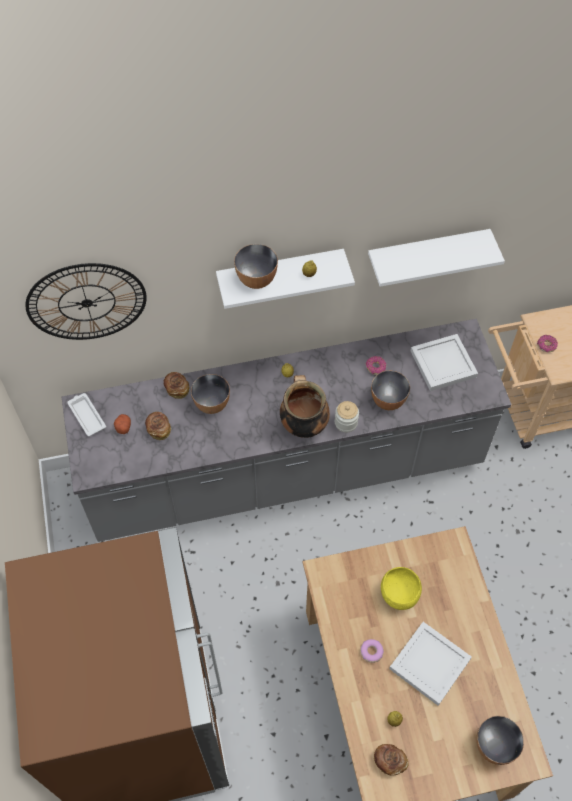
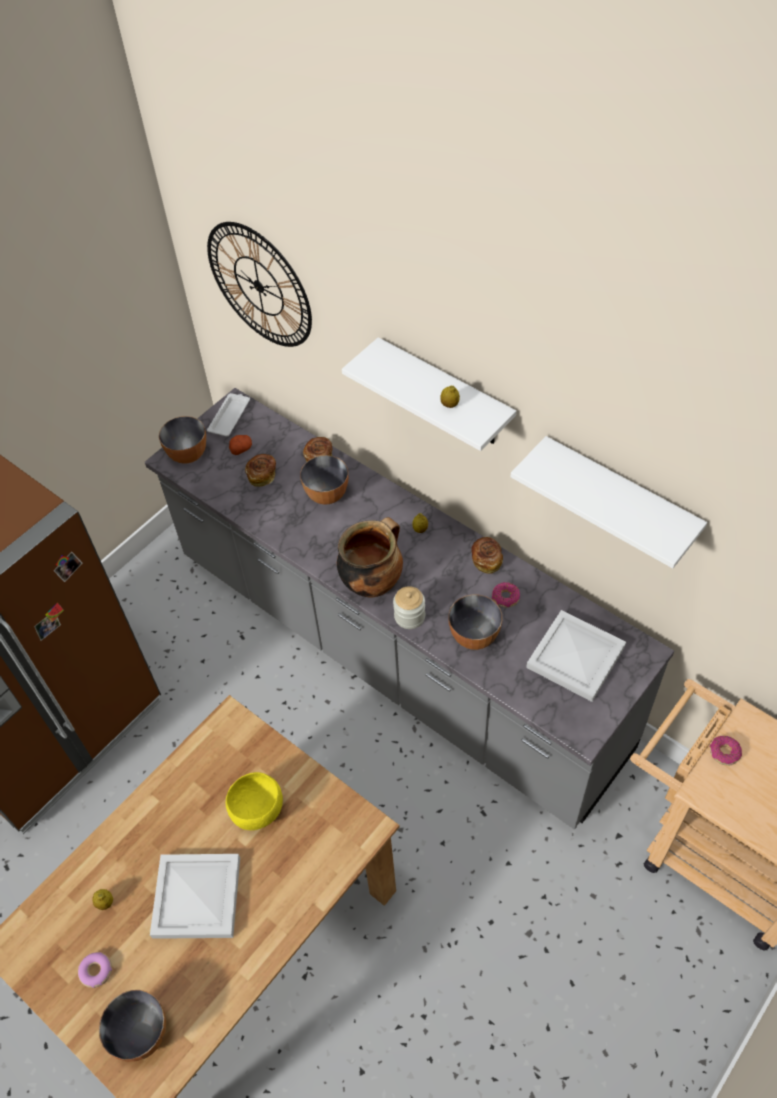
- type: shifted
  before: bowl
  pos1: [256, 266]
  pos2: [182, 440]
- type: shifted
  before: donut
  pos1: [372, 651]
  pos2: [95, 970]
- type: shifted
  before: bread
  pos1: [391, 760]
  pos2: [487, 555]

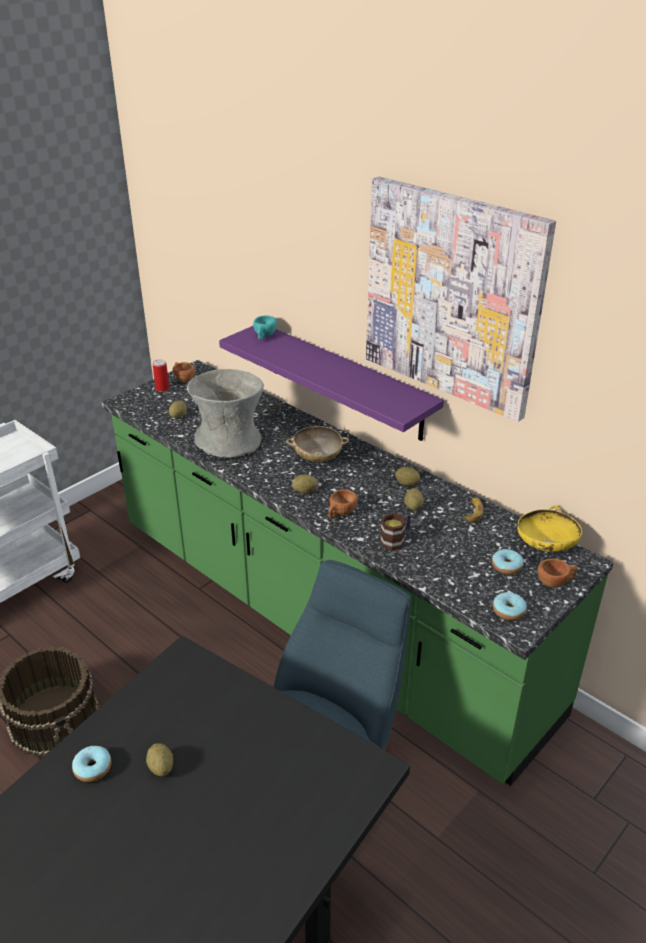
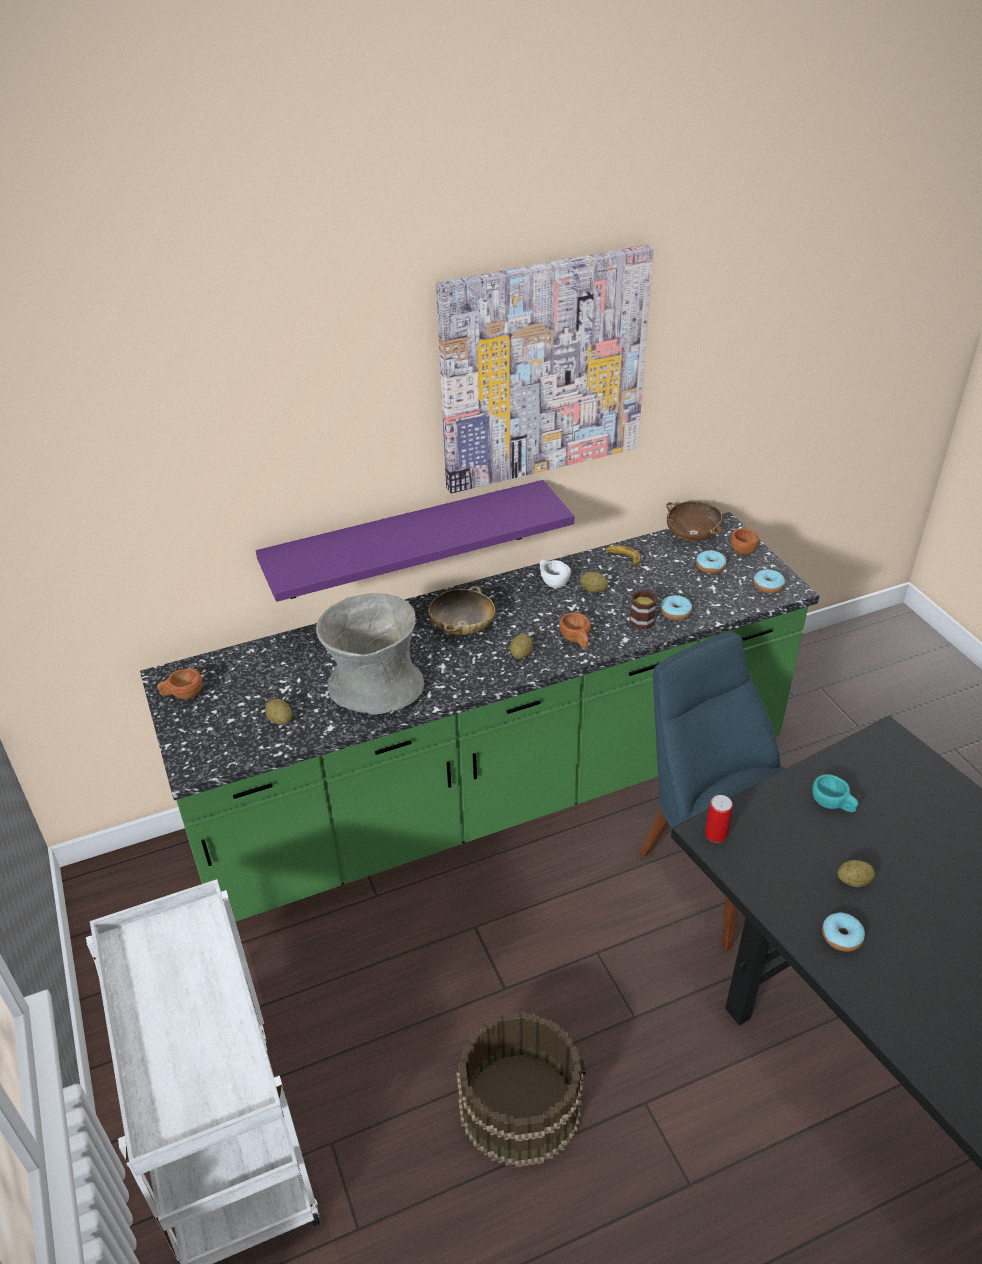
- type: shifted
  before: cup (turquoise)
  pos1: [265, 328]
  pos2: [835, 793]
- type: shifted
  before: can
  pos1: [161, 376]
  pos2: [719, 819]
- type: swapped
  before: potato
  after: cup (white)
  pos1: [407, 476]
  pos2: [555, 574]
- type: repainted
  before: bowl (yellow)
  after: bowl (brown)
  pos1: [549, 528]
  pos2: [694, 521]
- type: new
  after: donut
  pos2: [676, 607]

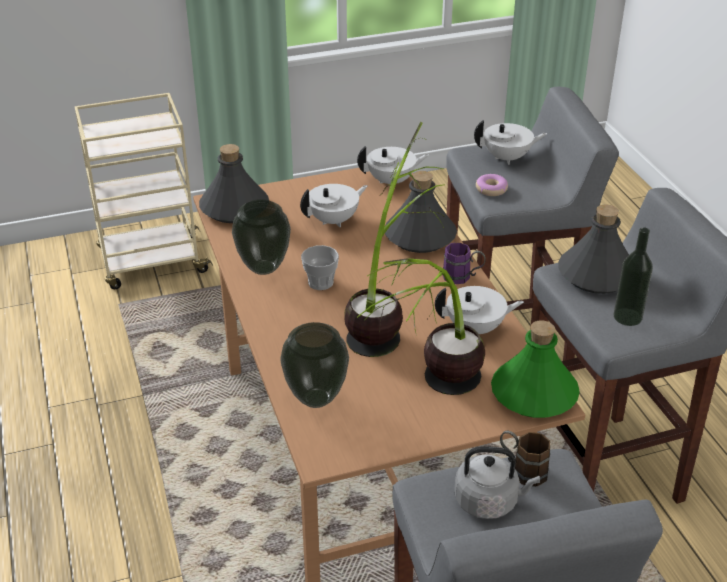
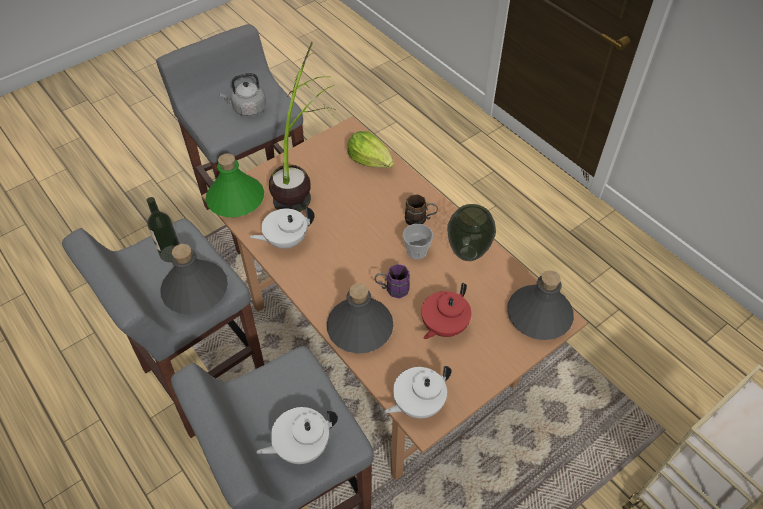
- type: gone
  before: potted plant
  pos1: [394, 239]
- type: gone
  before: donut
  pos1: [492, 185]
- type: repainted
  before: teapot (white)
  after: teapot (red)
  pos1: [333, 205]
  pos2: [446, 311]
- type: shifted
  before: mug (purple)
  pos1: [464, 263]
  pos2: [392, 281]
- type: swapped
  before: vase
  after: lettuce
  pos1: [314, 365]
  pos2: [370, 149]
- type: shifted
  before: mug (brown)
  pos1: [525, 459]
  pos2: [421, 209]

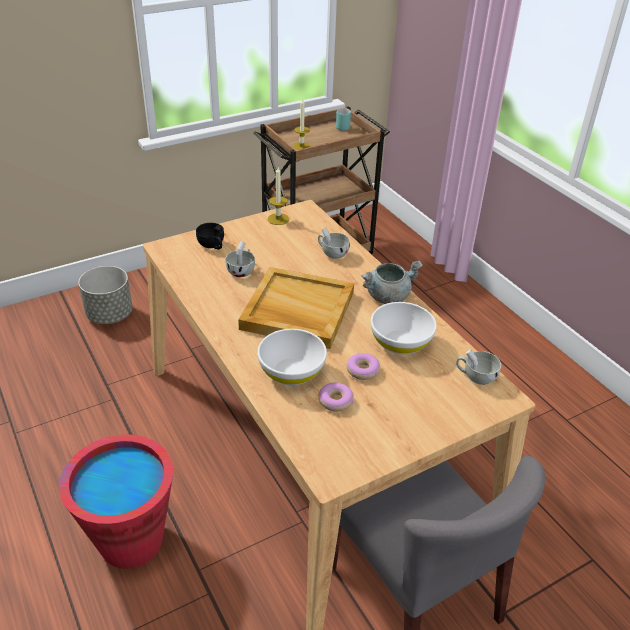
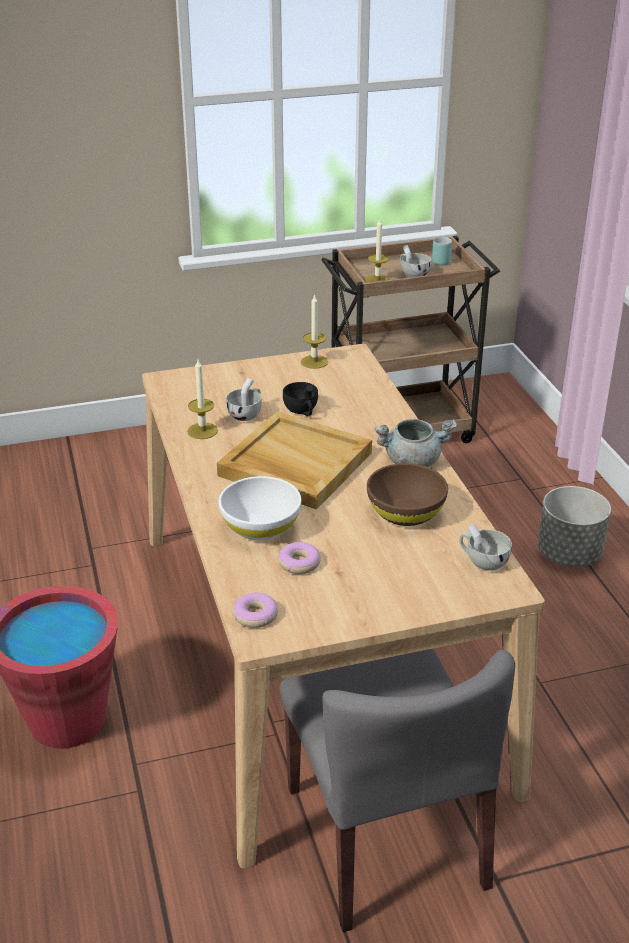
- type: shifted
  before: cup (black)
  pos1: [210, 236]
  pos2: [300, 399]
- type: shifted
  before: cup (white)
  pos1: [334, 243]
  pos2: [415, 261]
- type: shifted
  before: planter (grey)
  pos1: [106, 295]
  pos2: [574, 526]
- type: repainted
  before: bowl (white)
  after: bowl (brown)
  pos1: [404, 328]
  pos2: [407, 494]
- type: shifted
  before: donut
  pos1: [363, 366]
  pos2: [255, 610]
- type: new
  after: candle
  pos2: [202, 399]

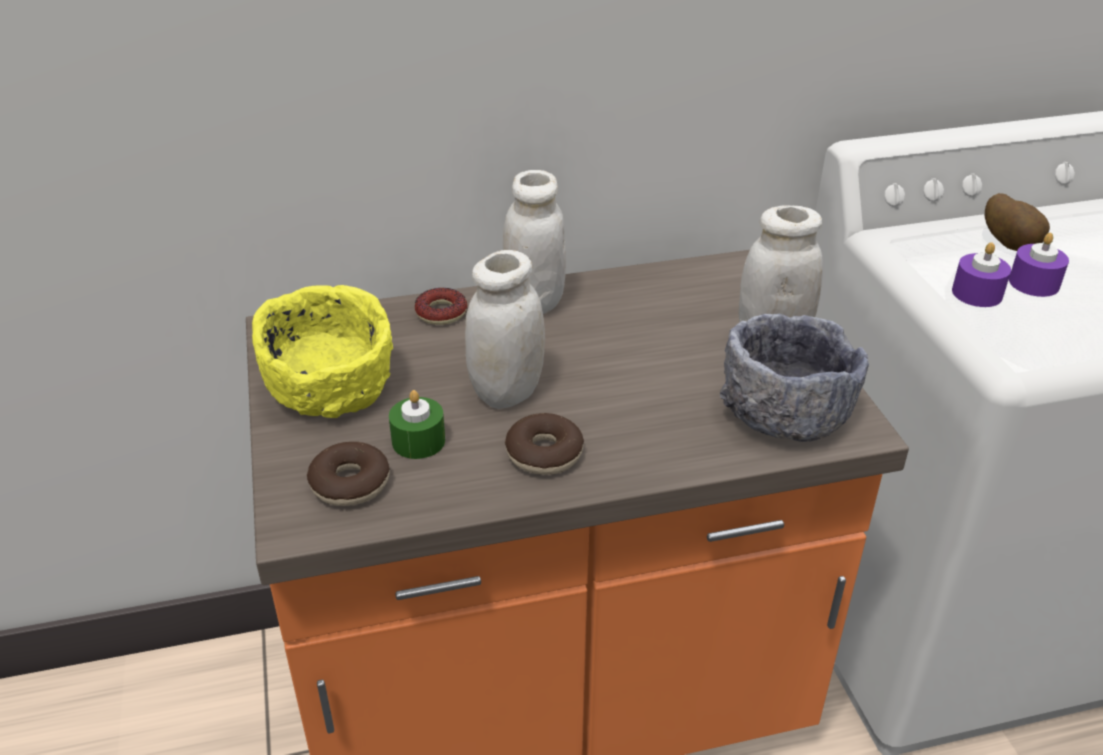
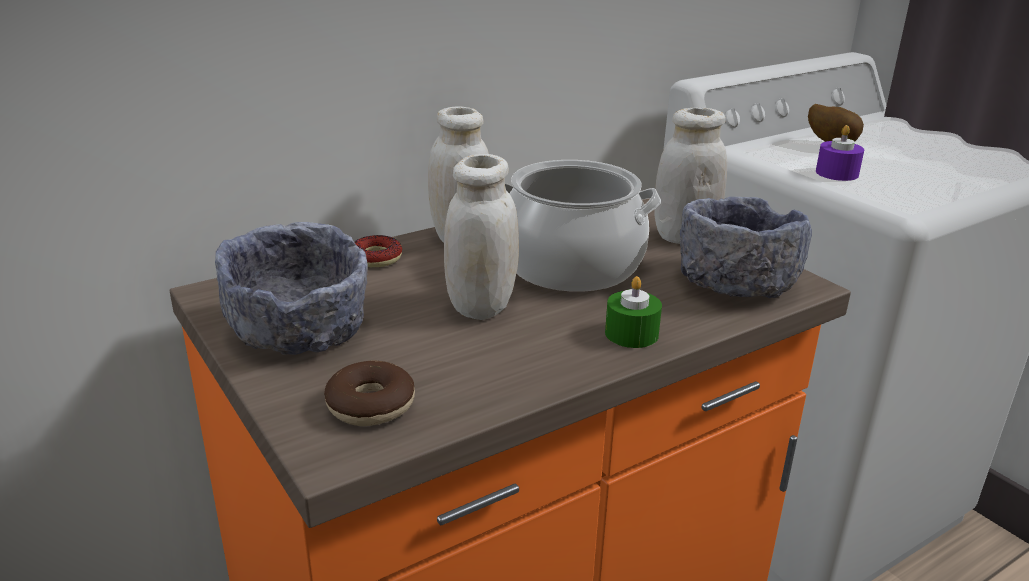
- type: gone
  before: candle (purple)
  pos1: [1039, 265]
- type: repainted
  before: bowl (yellow)
  after: bowl (grey)
  pos1: [322, 351]
  pos2: [291, 288]
- type: shifted
  before: candle (green)
  pos1: [417, 424]
  pos2: [633, 312]
- type: gone
  before: donut
  pos1: [544, 444]
- type: new
  after: cooking pot
  pos2: [583, 226]

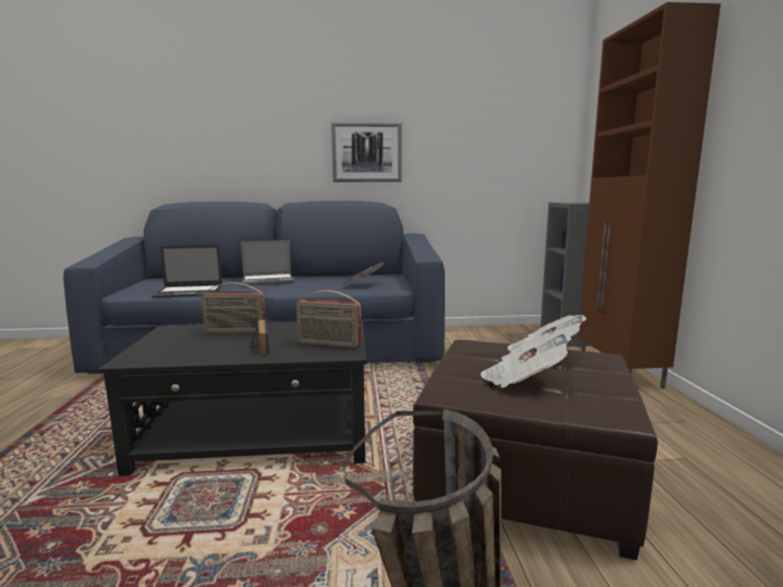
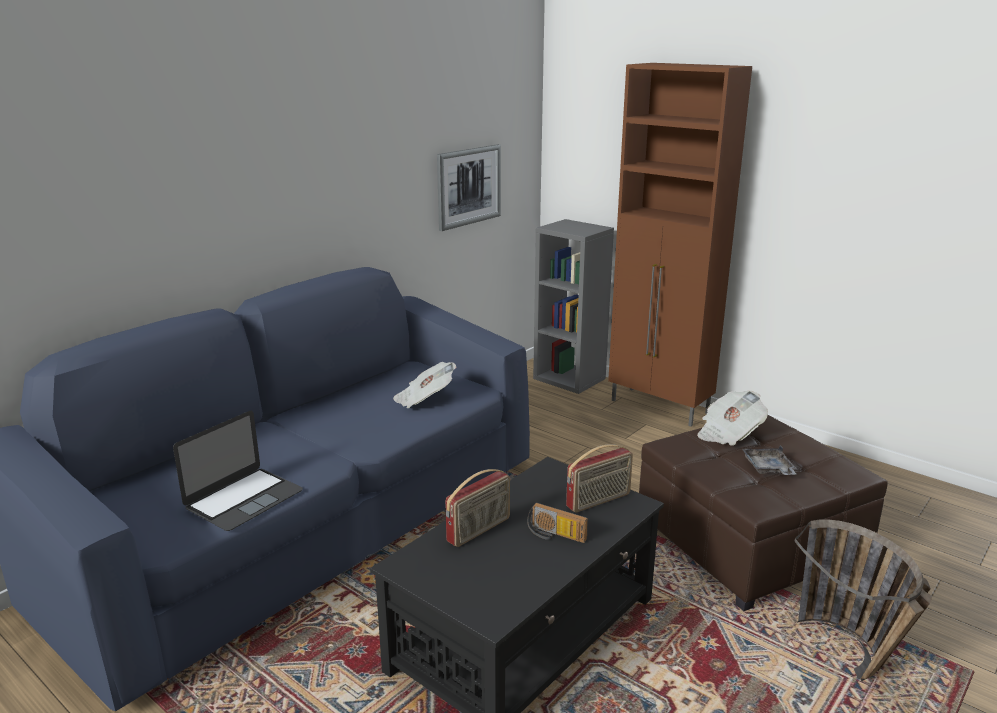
- type: shifted
  before: picture
  pos1: [366, 152]
  pos2: [469, 187]
- type: gone
  before: laptop
  pos1: [267, 263]
- type: swapped
  before: newspaper
  after: tray (grey)
  pos1: [526, 360]
  pos2: [769, 460]

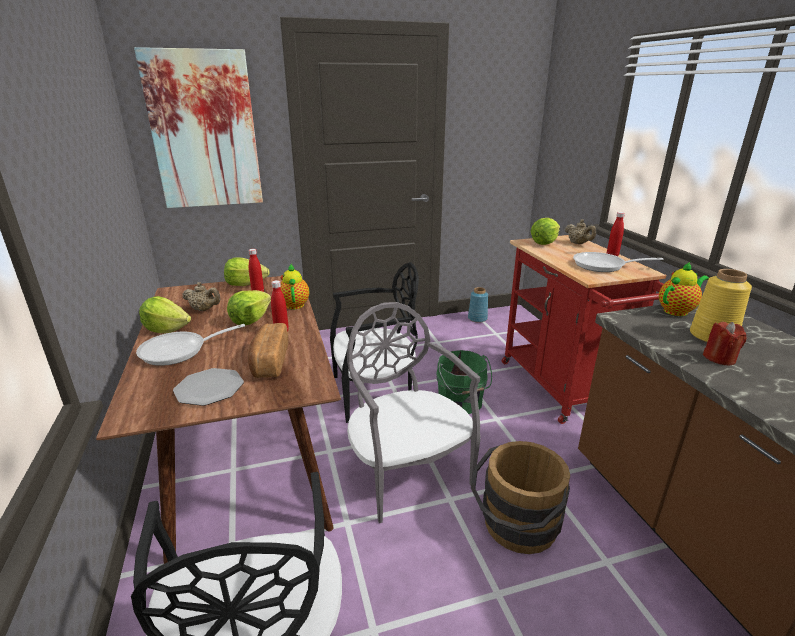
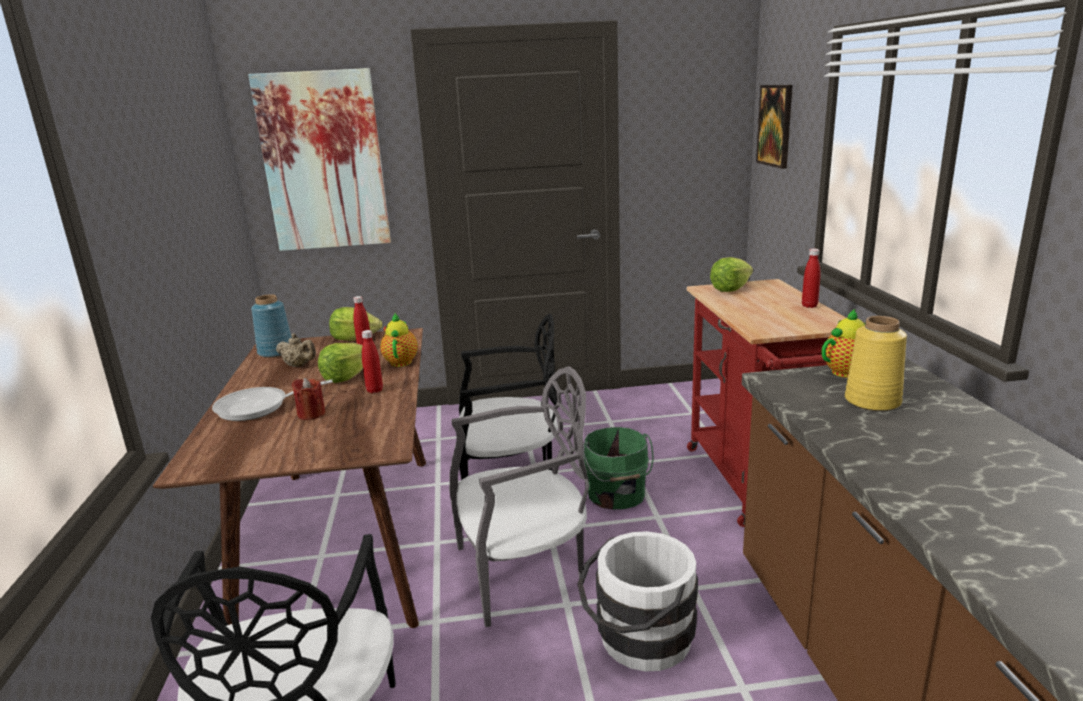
- type: gone
  before: teapot (beige)
  pos1: [580, 232]
- type: gone
  before: frying pan
  pos1: [618, 262]
- type: shifted
  before: vase (blue)
  pos1: [478, 305]
  pos2: [271, 326]
- type: gone
  before: lettuce
  pos1: [165, 314]
- type: rotated
  before: chair (grey)
  pos1: [414, 412]
  pos2: [519, 496]
  turn: 90
- type: shifted
  before: candle (red)
  pos1: [724, 343]
  pos2: [309, 399]
- type: gone
  before: bread
  pos1: [268, 350]
- type: gone
  before: plate
  pos1: [208, 387]
- type: repainted
  before: bucket (brown)
  after: bucket (white)
  pos1: [520, 497]
  pos2: [637, 601]
- type: new
  after: picture
  pos2: [774, 127]

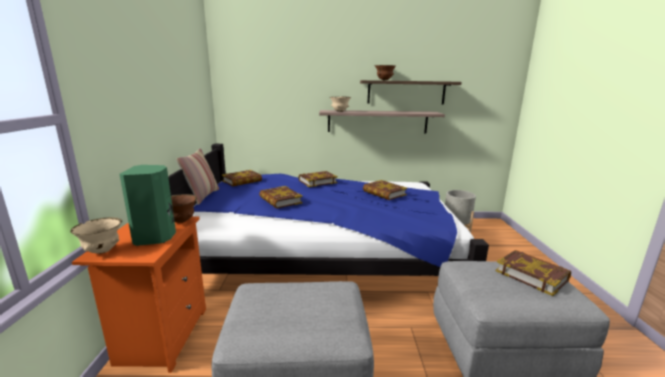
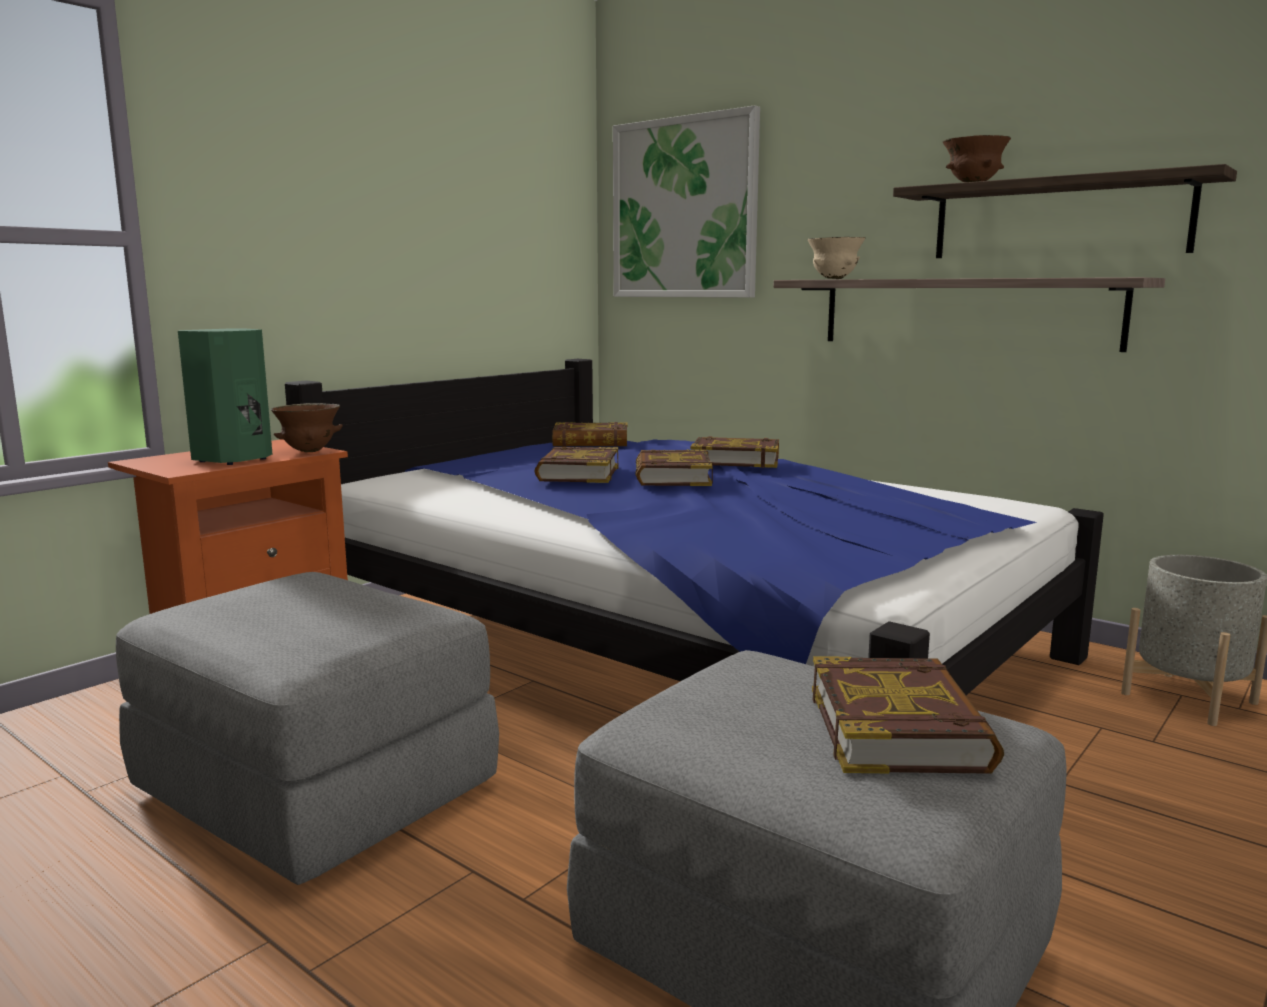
- type: gone
  before: pillow
  pos1: [197, 176]
- type: shifted
  before: book
  pos1: [385, 190]
  pos2: [674, 468]
- type: gone
  before: bowl (beige)
  pos1: [96, 235]
- type: new
  after: picture
  pos2: [686, 201]

